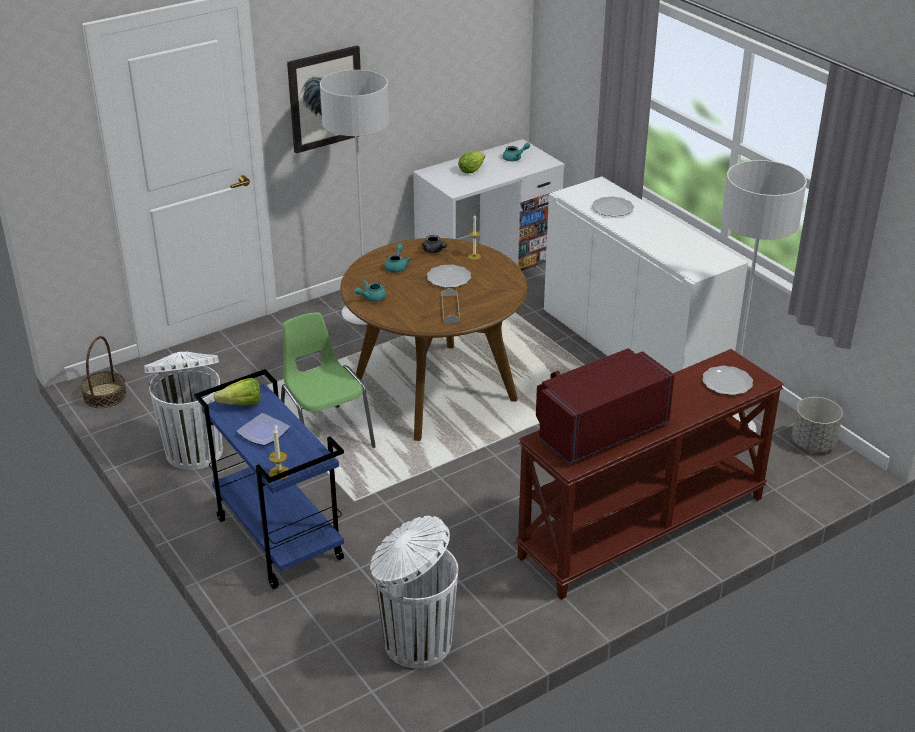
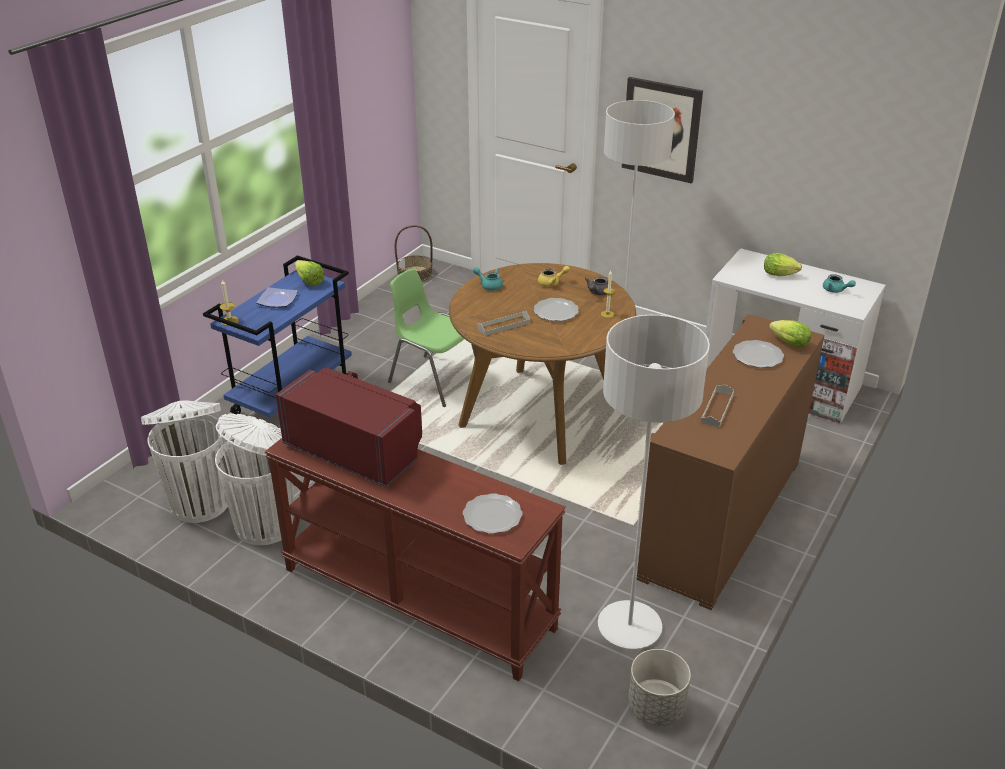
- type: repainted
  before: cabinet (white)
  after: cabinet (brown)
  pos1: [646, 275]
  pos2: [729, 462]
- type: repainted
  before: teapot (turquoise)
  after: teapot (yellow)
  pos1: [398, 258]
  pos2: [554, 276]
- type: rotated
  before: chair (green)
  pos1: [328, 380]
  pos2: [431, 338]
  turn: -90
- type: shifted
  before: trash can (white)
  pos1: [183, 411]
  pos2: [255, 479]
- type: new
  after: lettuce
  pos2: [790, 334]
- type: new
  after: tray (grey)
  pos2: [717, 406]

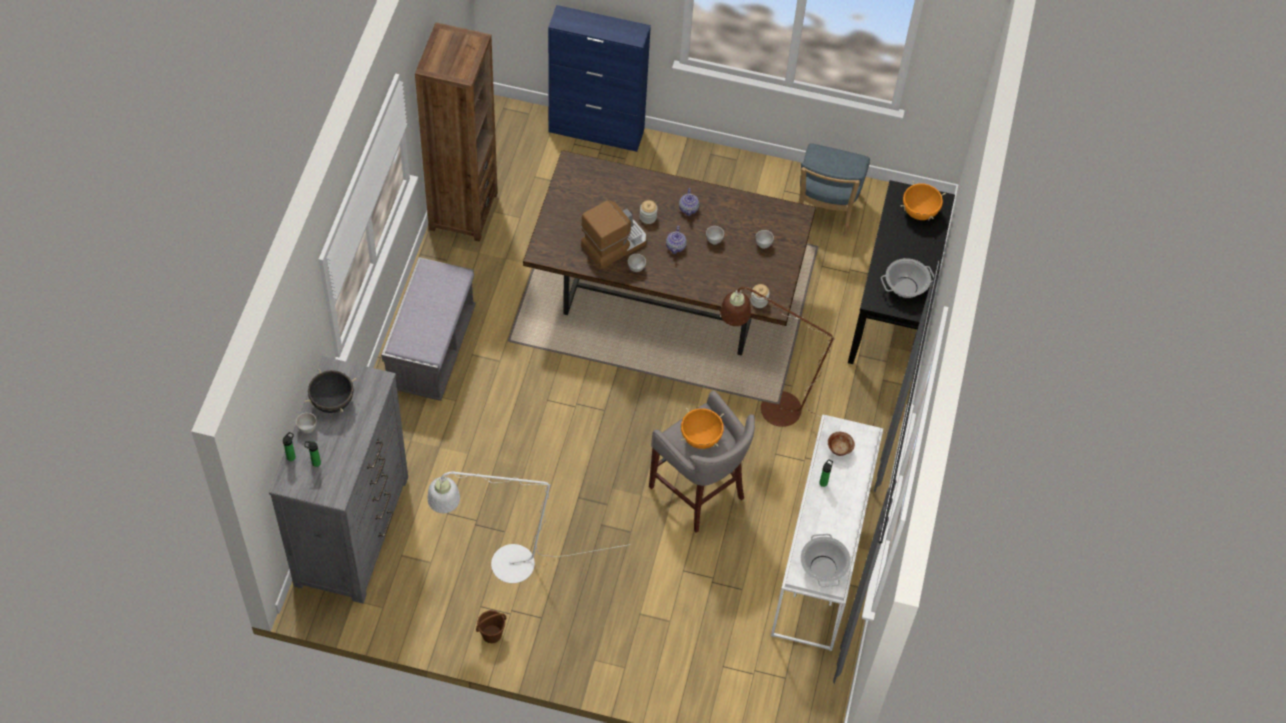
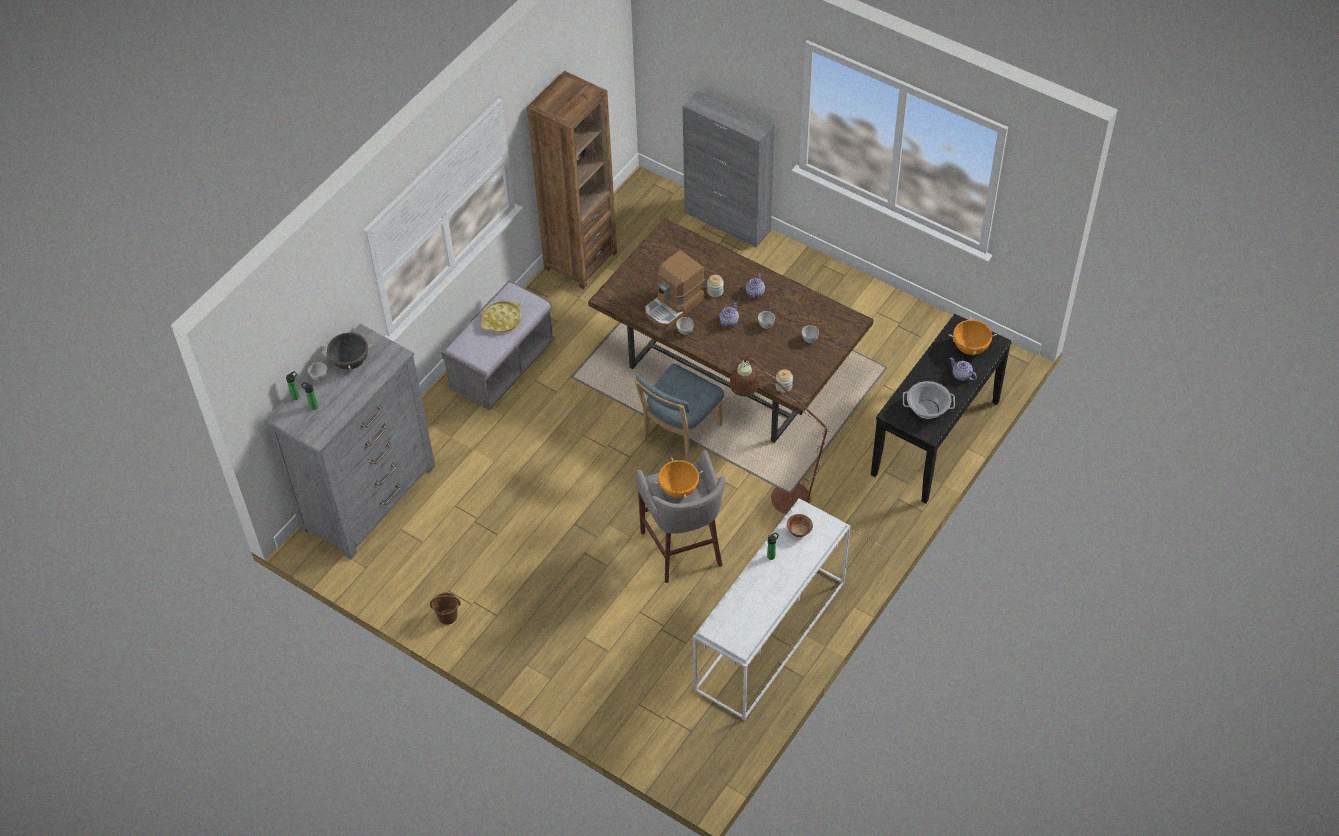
- type: repainted
  before: cabinet (blue)
  after: cabinet (grey)
  pos1: [599, 78]
  pos2: [729, 169]
- type: shifted
  before: chair (blue)
  pos1: [834, 190]
  pos2: [679, 412]
- type: rotated
  before: coffee machine
  pos1: [613, 234]
  pos2: [674, 289]
  turn: 150
- type: gone
  before: floor lamp (white)
  pos1: [528, 527]
- type: gone
  before: cooking pot
  pos1: [826, 560]
- type: new
  after: tray (yellow)
  pos2: [501, 317]
- type: new
  after: teapot
  pos2: [963, 369]

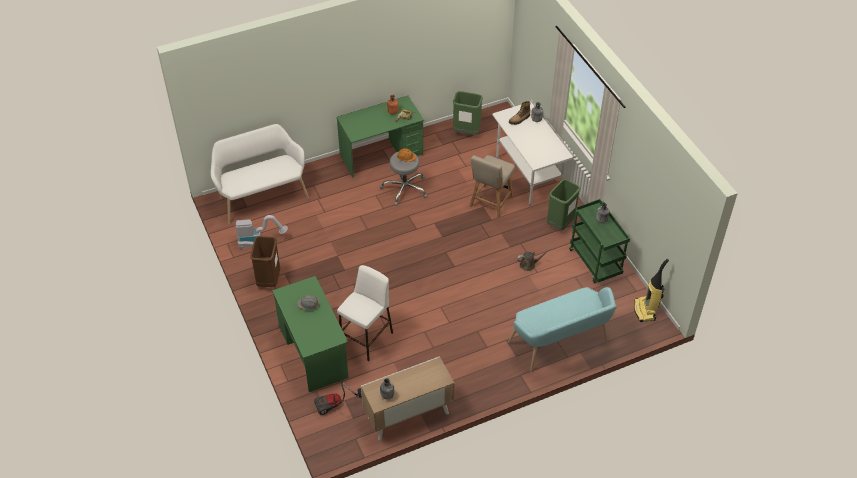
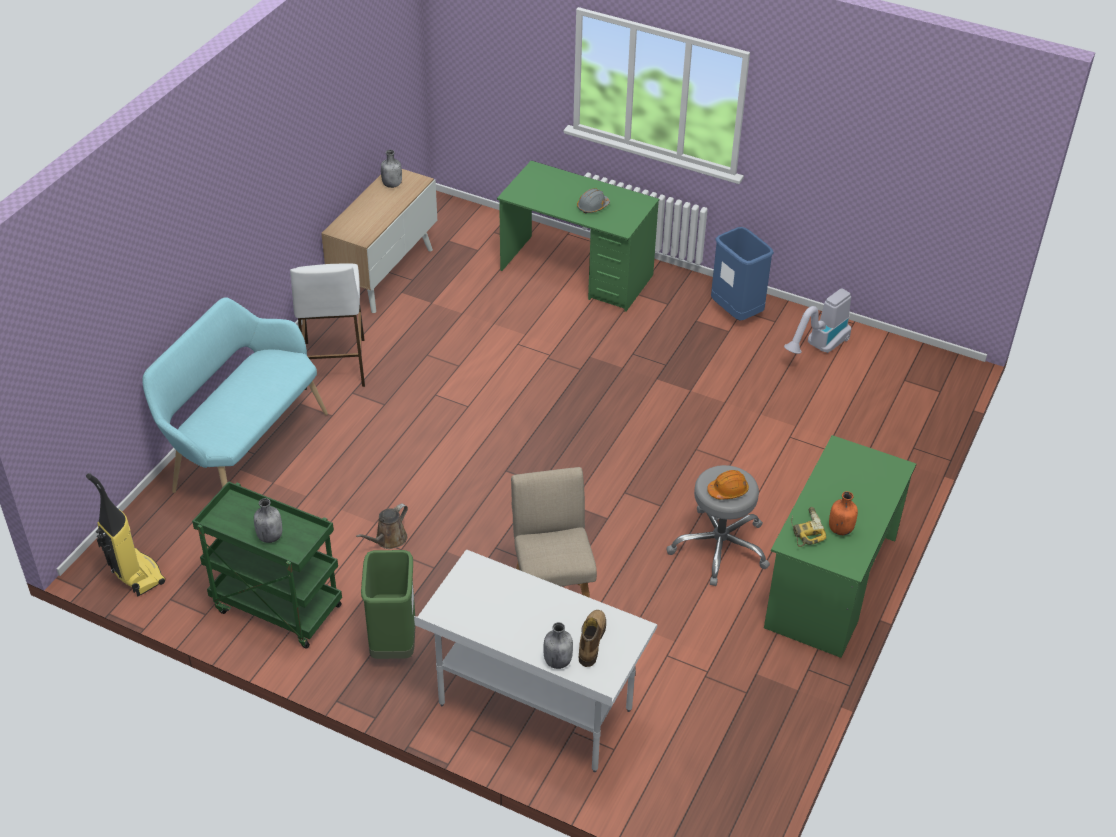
- type: gone
  before: trash can (green)
  pos1: [468, 113]
- type: gone
  before: bench (white)
  pos1: [260, 174]
- type: repainted
  before: trash can (brown)
  after: trash can (blue)
  pos1: [265, 261]
  pos2: [742, 273]
- type: shifted
  before: stool (white)
  pos1: [365, 313]
  pos2: [327, 327]
- type: gone
  before: vacuum cleaner
  pos1: [338, 398]

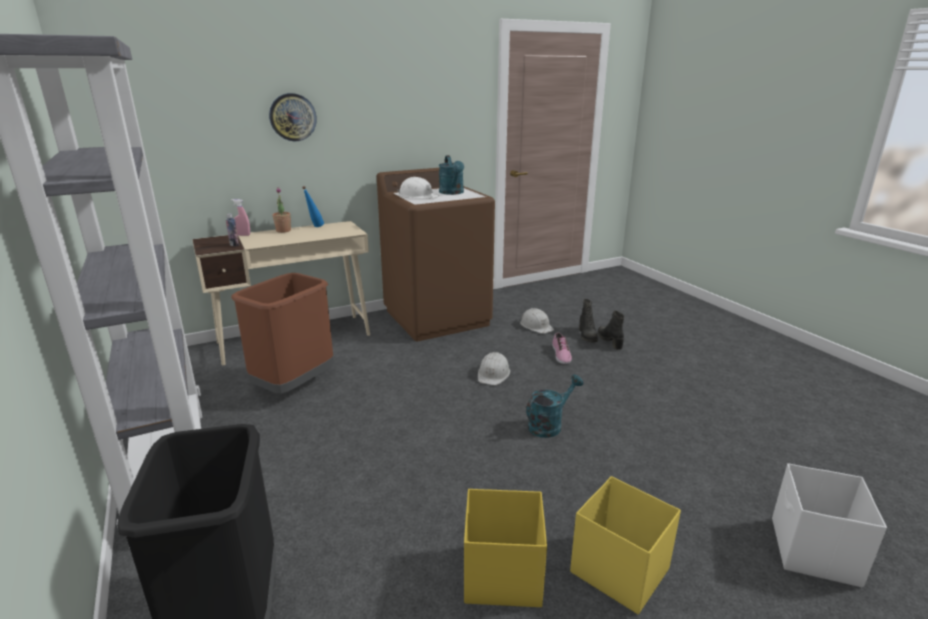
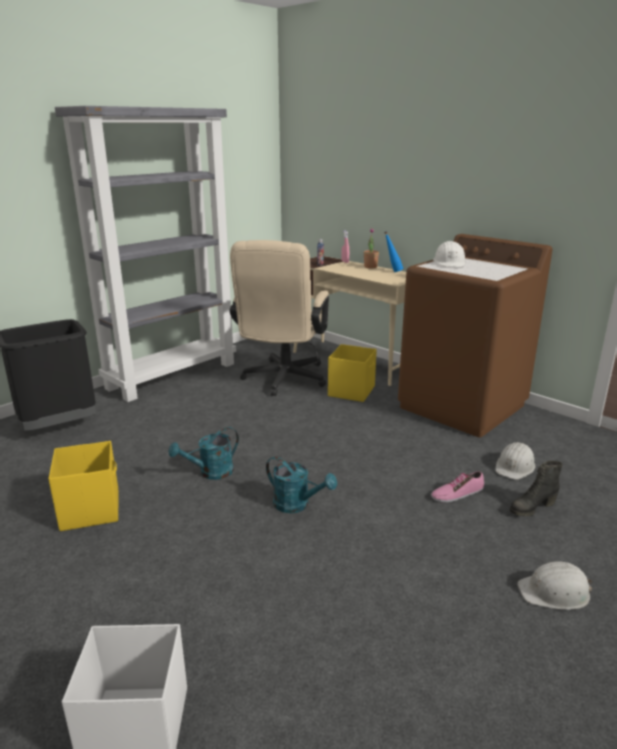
- type: gone
  before: wall clock
  pos1: [293, 117]
- type: shifted
  before: watering can (turquoise)
  pos1: [451, 175]
  pos2: [204, 453]
- type: swapped
  before: trash can (brown)
  after: office chair (beige)
  pos1: [282, 333]
  pos2: [279, 318]
- type: gone
  before: boot (black)
  pos1: [611, 330]
- type: shifted
  before: hard hat (white)
  pos1: [494, 368]
  pos2: [554, 585]
- type: shifted
  before: storage box (yellow)
  pos1: [625, 545]
  pos2: [352, 373]

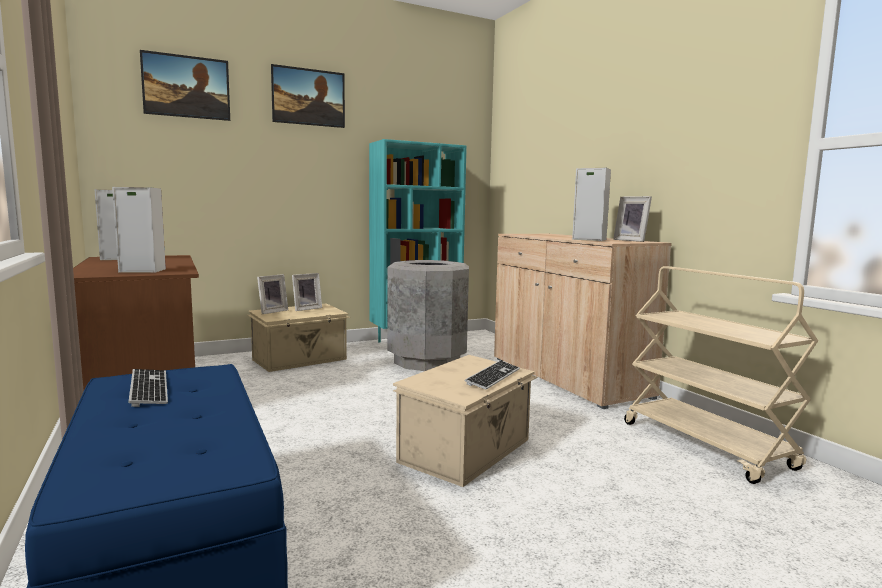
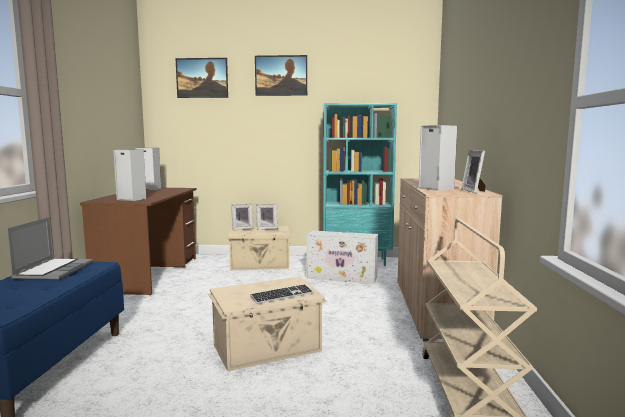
- type: swapped
  before: trash can (grey)
  after: storage box (white)
  pos1: [428, 315]
  pos2: [342, 257]
- type: swapped
  before: keyboard
  after: laptop
  pos1: [148, 388]
  pos2: [50, 248]

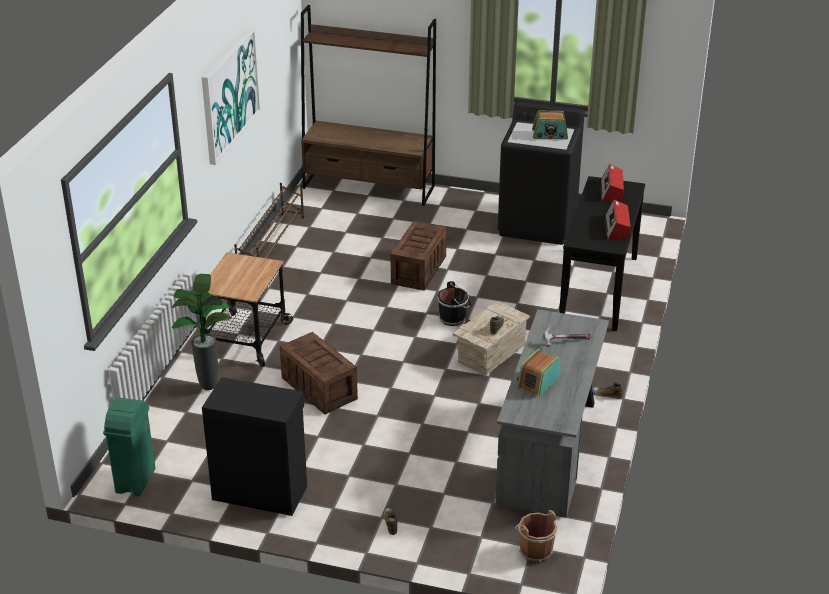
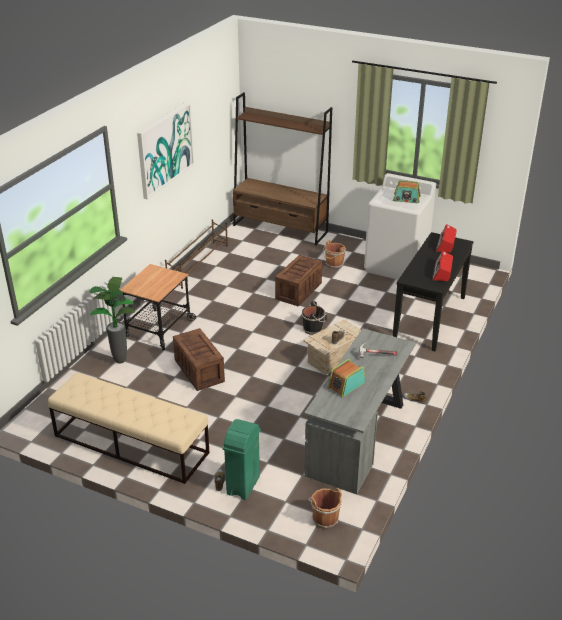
- type: repainted
  before: washing machine (black)
  after: washing machine (white)
  pos1: [541, 173]
  pos2: [400, 226]
- type: swapped
  before: cabinet (black)
  after: bench (beige)
  pos1: [254, 446]
  pos2: [129, 428]
- type: shifted
  before: trash can (green)
  pos1: [129, 447]
  pos2: [241, 459]
- type: new
  after: bucket (brown)
  pos2: [334, 254]

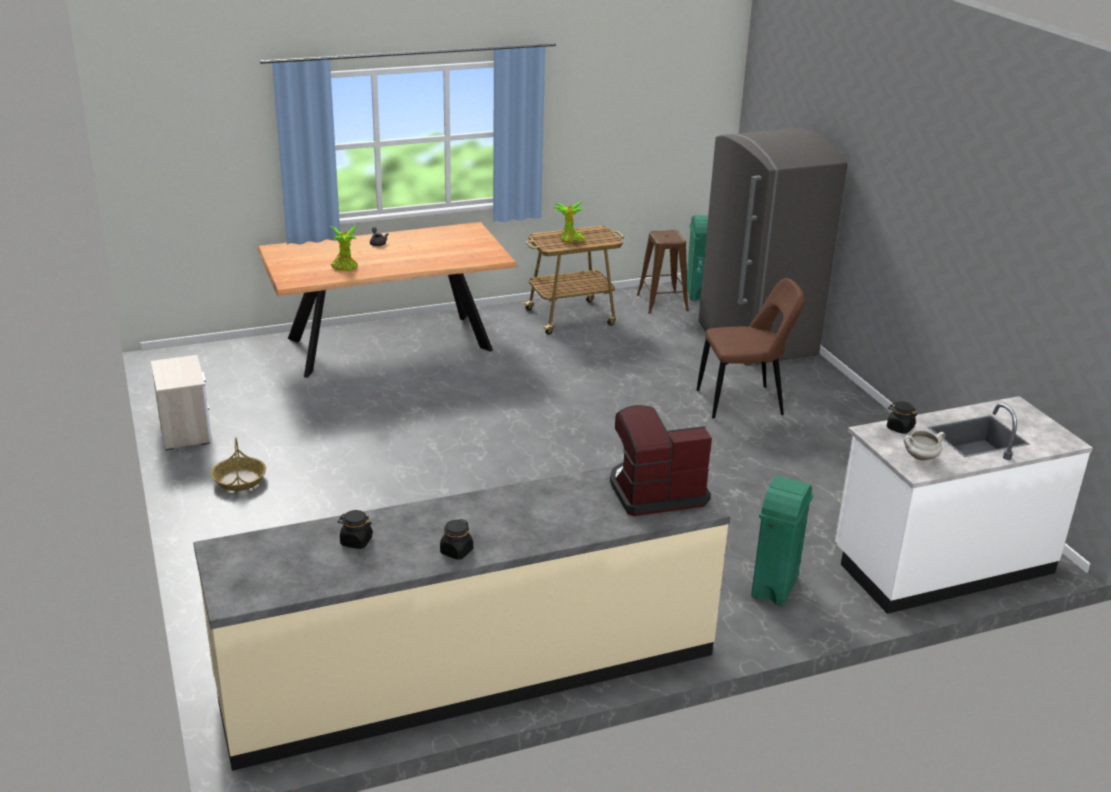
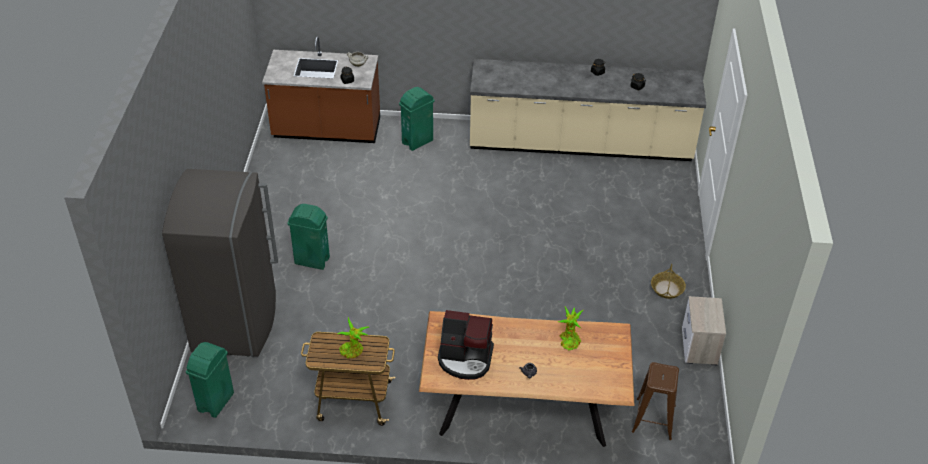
- type: shifted
  before: stool (brown)
  pos1: [663, 272]
  pos2: [655, 401]
- type: swapped
  before: chair (brown)
  after: trash can (green)
  pos1: [750, 348]
  pos2: [308, 237]
- type: repainted
  before: counter (white)
  after: counter (brown)
  pos1: [964, 505]
  pos2: [321, 89]
- type: shifted
  before: coffee machine
  pos1: [661, 460]
  pos2: [466, 345]

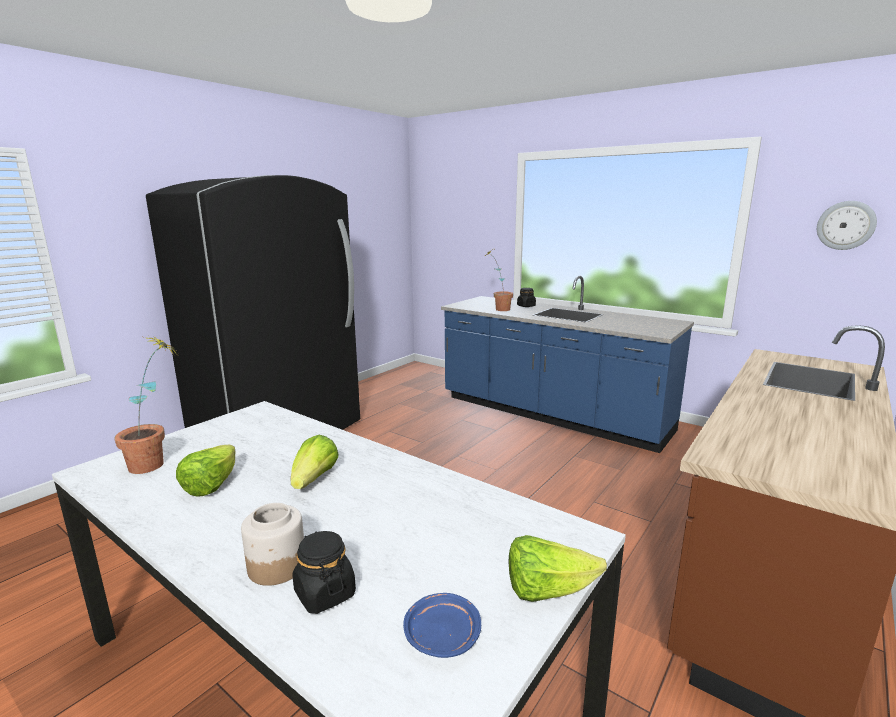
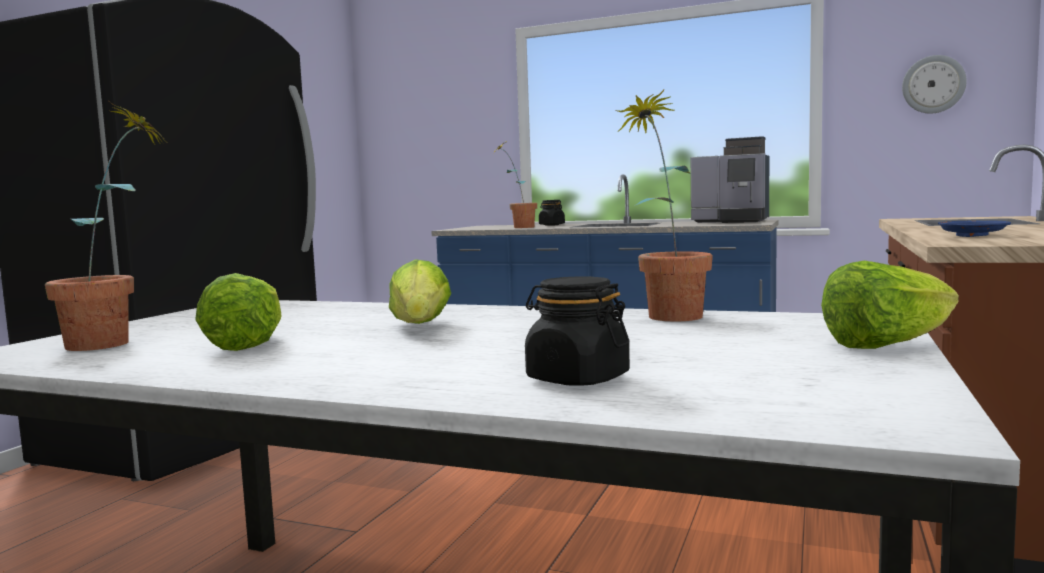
- type: gone
  before: jar
  pos1: [272, 544]
- type: shifted
  before: plate (blue)
  pos1: [442, 625]
  pos2: [974, 229]
- type: new
  after: potted plant
  pos2: [664, 205]
- type: new
  after: coffee machine
  pos2: [730, 179]

